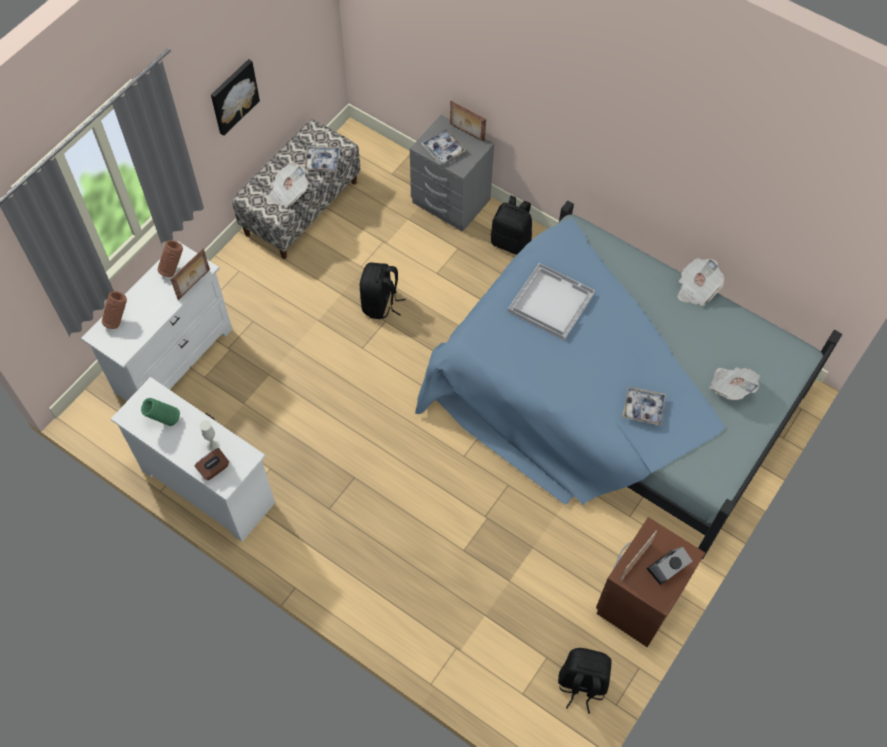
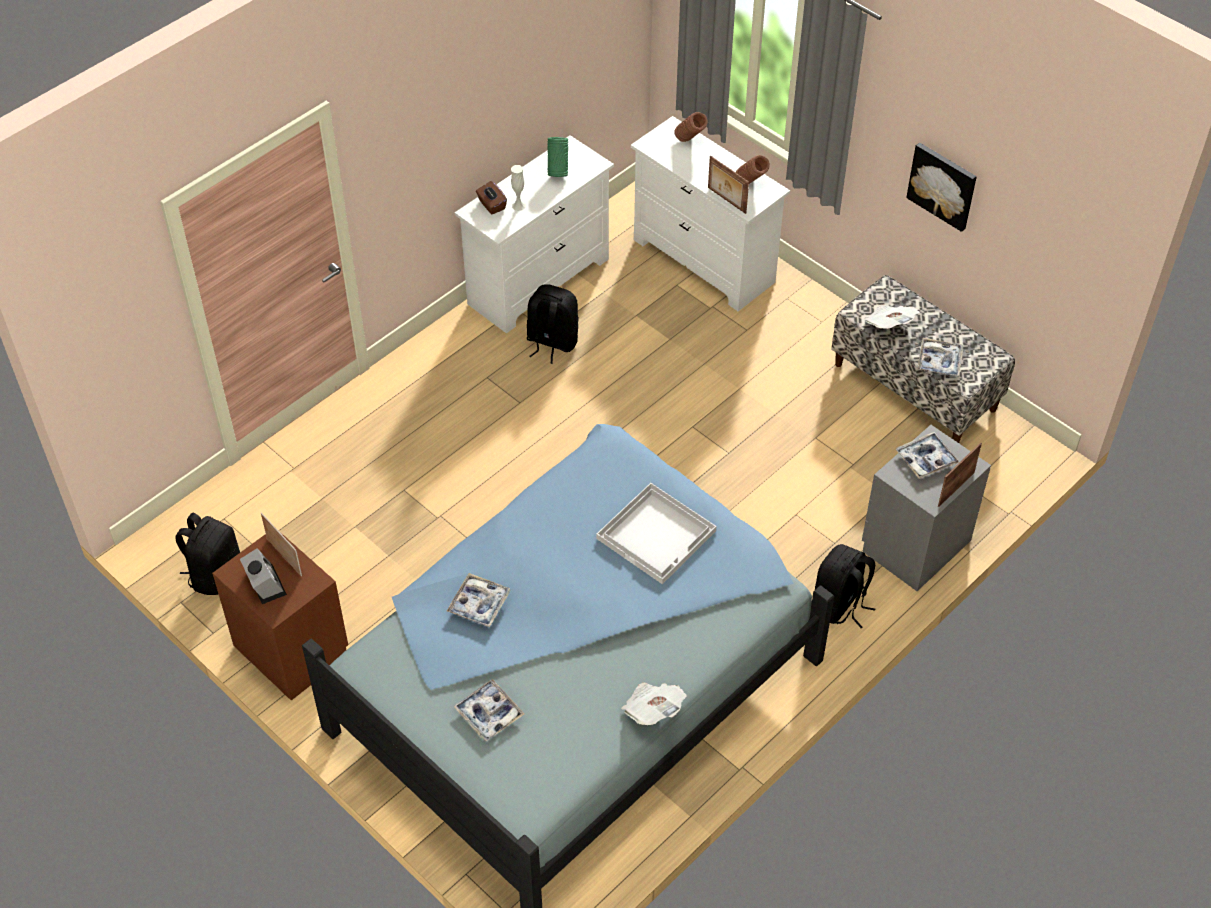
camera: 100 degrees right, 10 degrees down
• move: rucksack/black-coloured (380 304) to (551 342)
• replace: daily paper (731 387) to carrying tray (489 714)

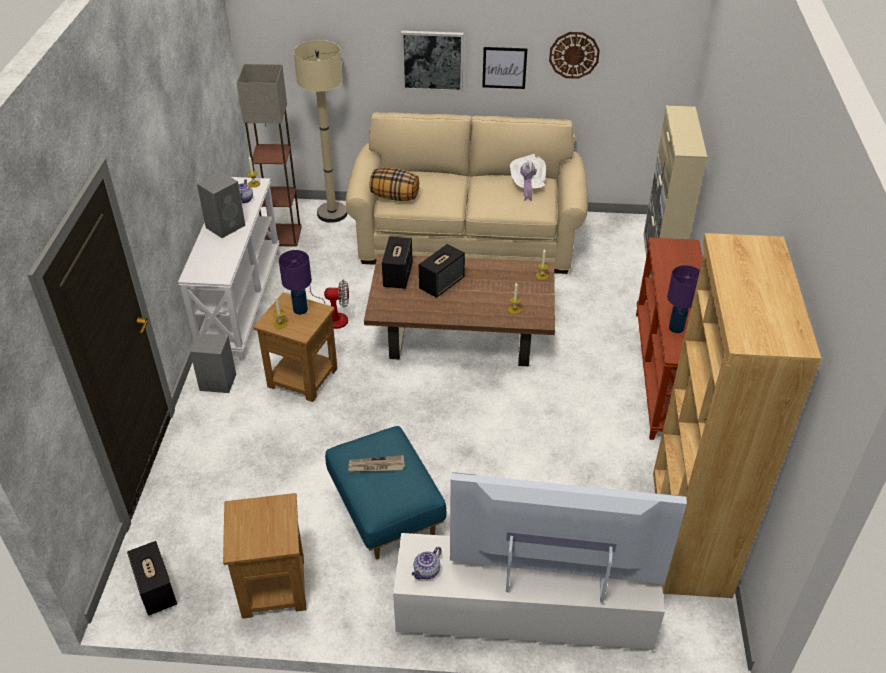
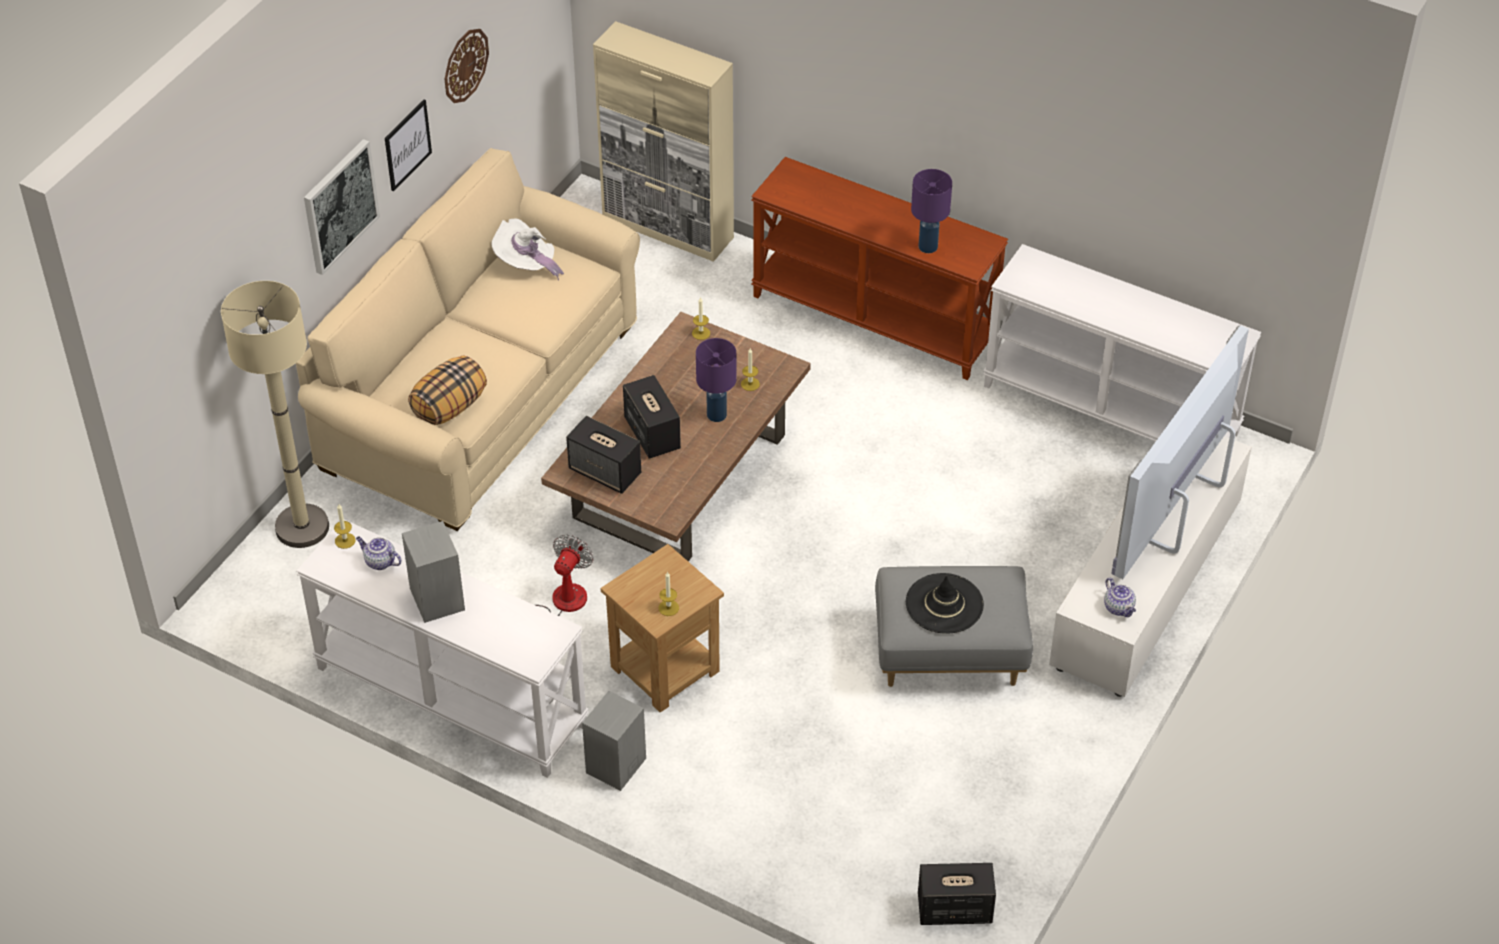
camera: 65 degrees left, 5 degrees up
• delete: end table/brown (273 586)
• delete: standard lamp (283 236)
• move: lamp for a table/purplish (300 310) to (717 415)
• recolor: footrest/blue-coloured (385 512) to footrest/greyish (948 655)
• replace: daily paper (376 466) to hat/black-coloured (944 604)
• replace: bookshelf/brown (689 532) to narrow table/white-coloured (1111 408)

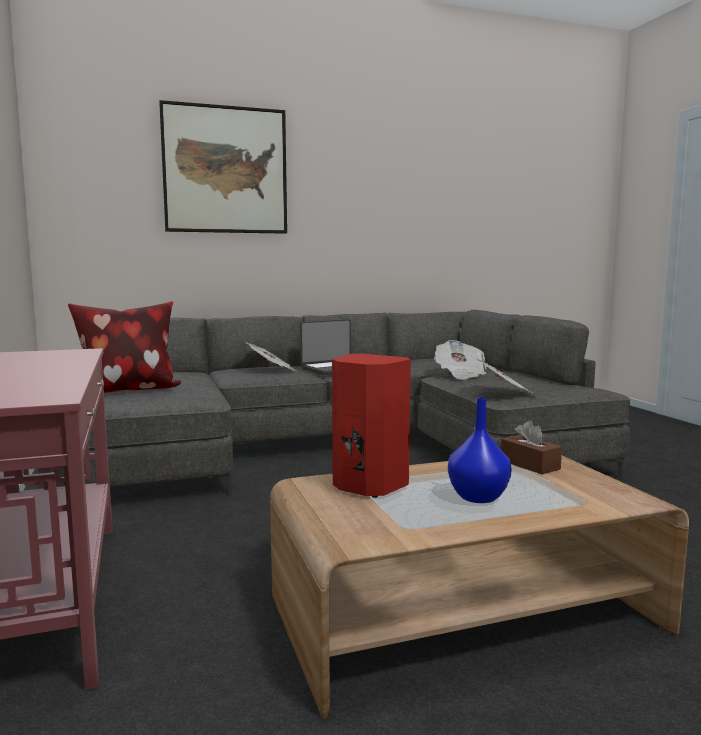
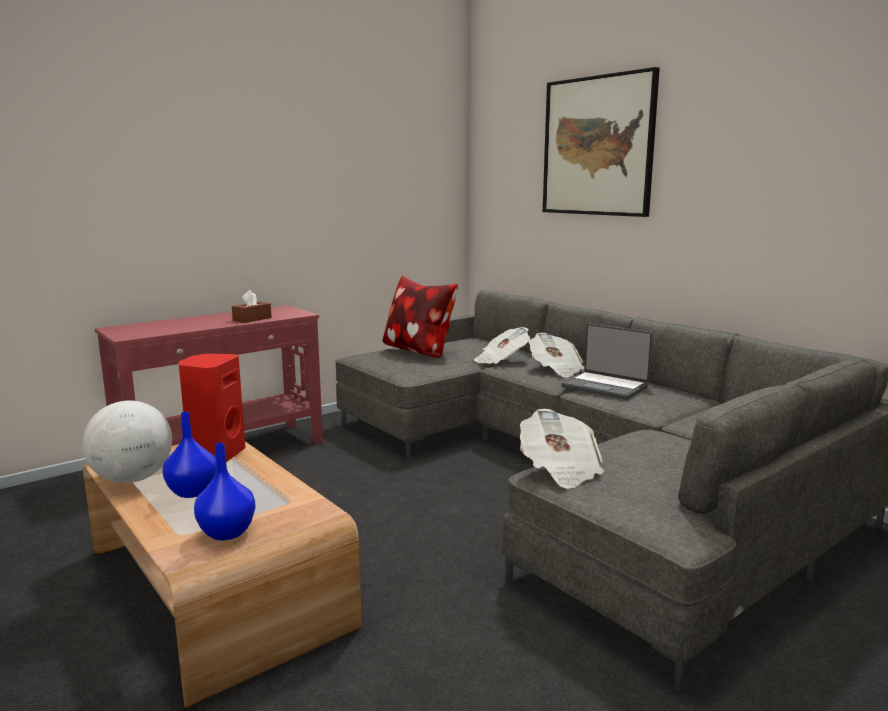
camera: 70 degrees right, 5 degrees up
• move: daily paper (460 374) to (501 360)
• move: box of tissues/brown (529 464) to (252 319)
• insert: desk globe (132 479)
• insert: vase/blue-coloured (226 533)

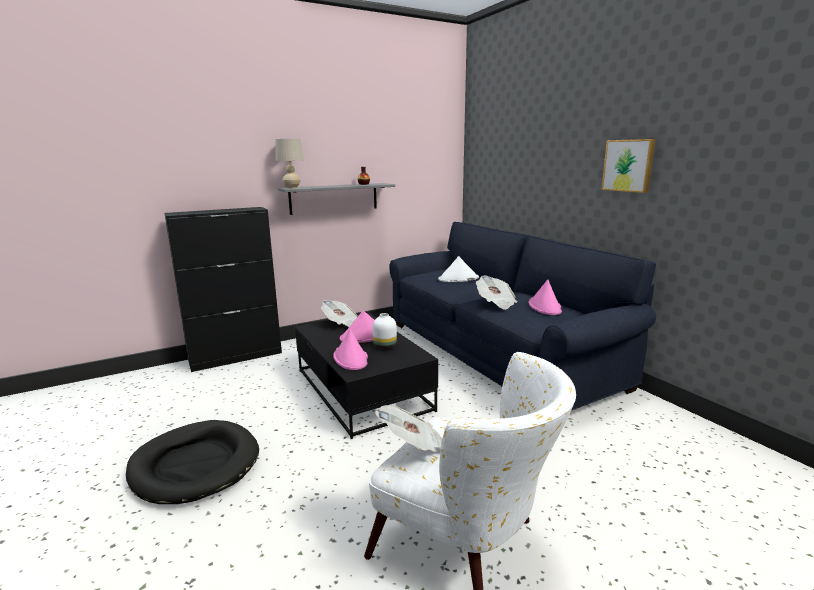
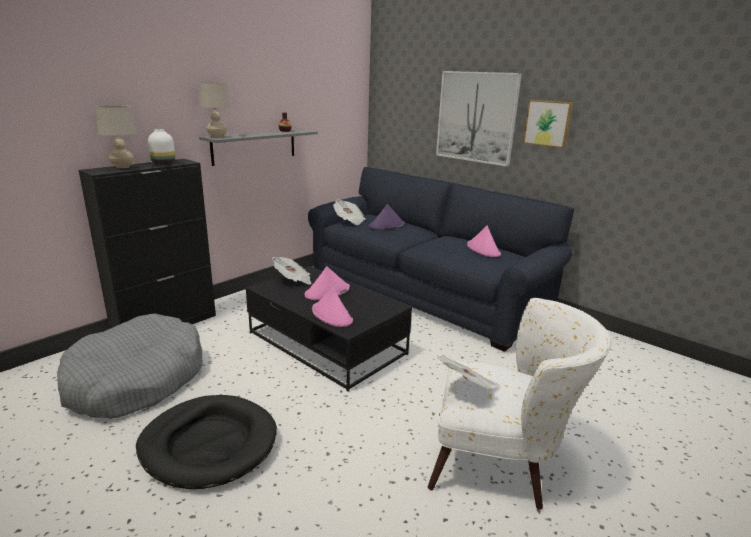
camera: 20 degrees left, 5 degrees up
• move: vase/white-coloured (384 346) to (163 163)
• recolor: hat/white-coloured (458 279) to hat/purplish (386 225)
• move: daily paper (496 303) to (349 221)
• insert: dog bed/greyish (136 380)
• insert: lamp for a table/sand-coloured (123 167)
• insert: wall picture (476 117)

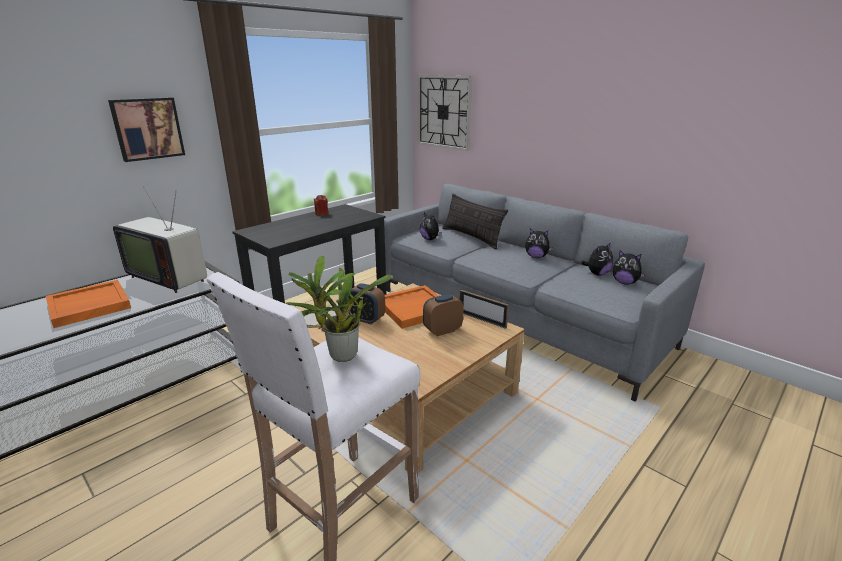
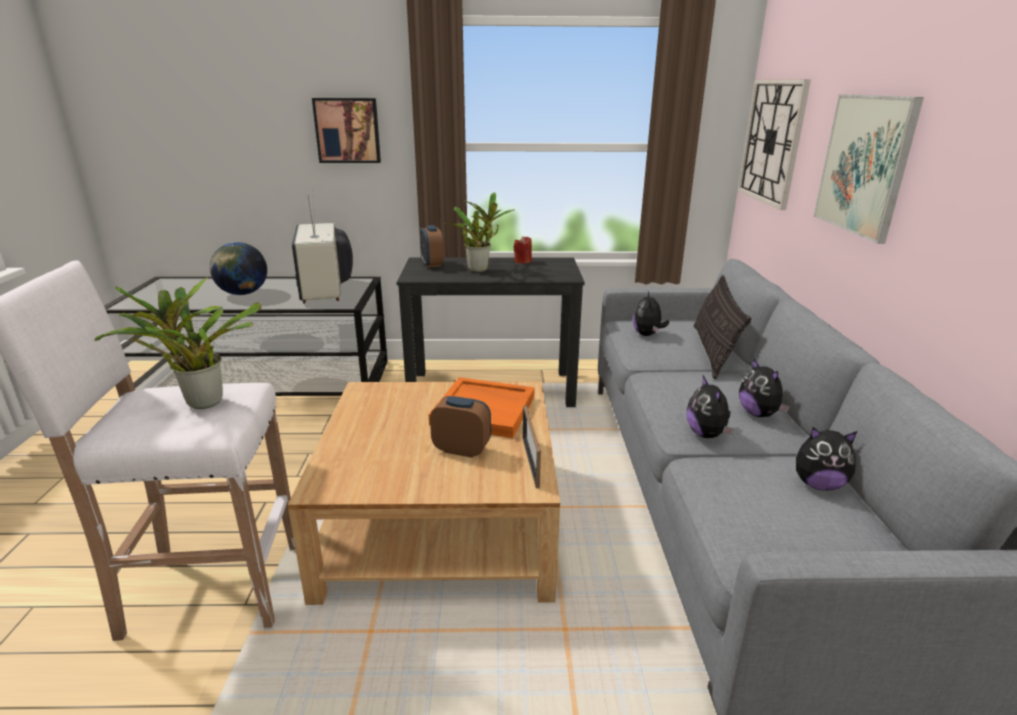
camera: 45 degrees right, 0 degrees up
• replace: carrying tray/orangey (88 306) to desk globe (243 293)
• move: bedside clock (366 319) to (432 264)
• move: cuddly toy (625 282) to (707 434)
• insert: houseplant (480 269)
• insert: wall picture (864 165)

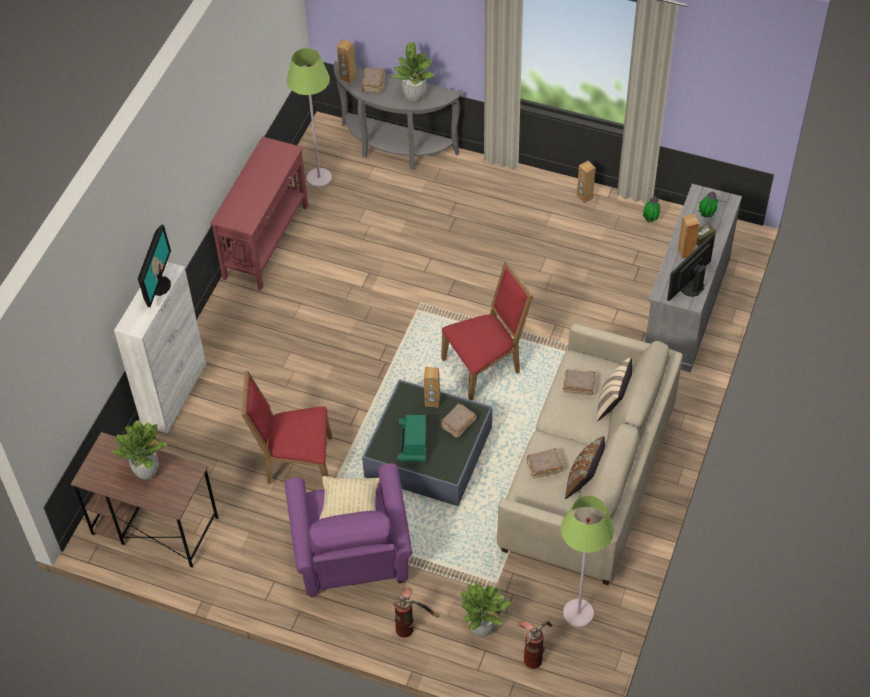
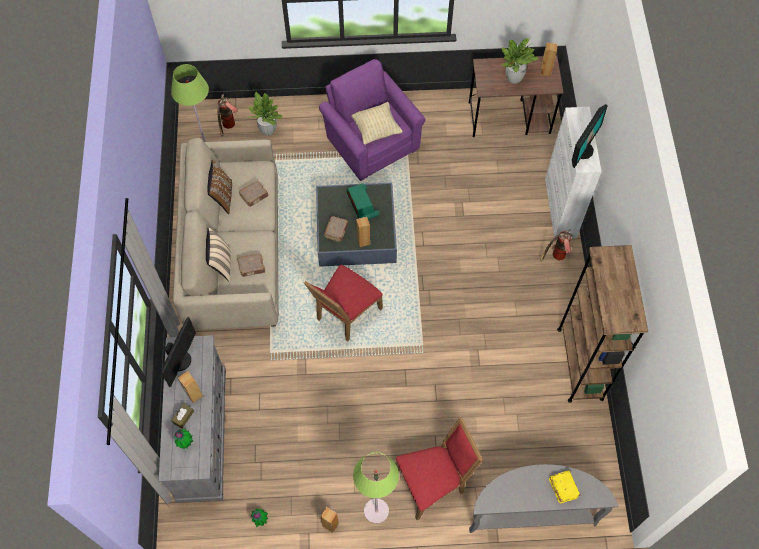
camera: 155 degrees right, 10 degrees up
• rotate: monitor (159 285) = (583 150) 135 degrees counterclockwise
• replace: narrow table/reddish (266 241) to bookshelf/brown (580 363)
• move: chair/reddish (295 462) to (433 483)
• move: standard lamp/green (319 178) to (376 511)
• move: audio speaker/brown (347 78) to (545 71)
• recolor: bound book/brown (372 85) to bound book/yellowish (563 487)
• move: extinguisher (411 626) to (555 258)
• delete: houseplant (414 97)

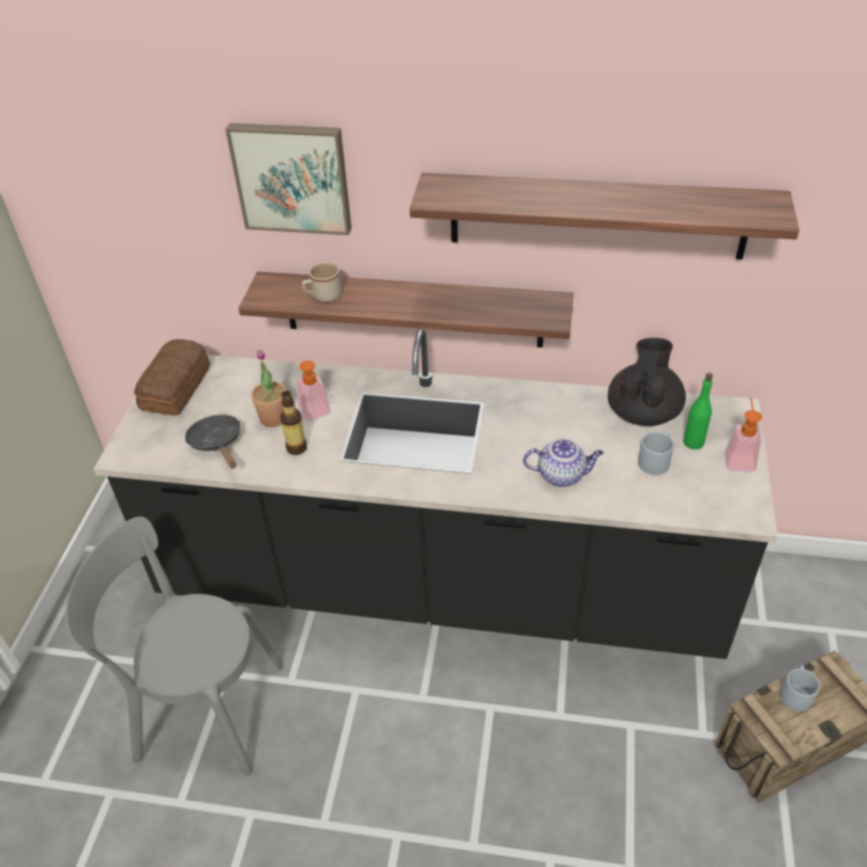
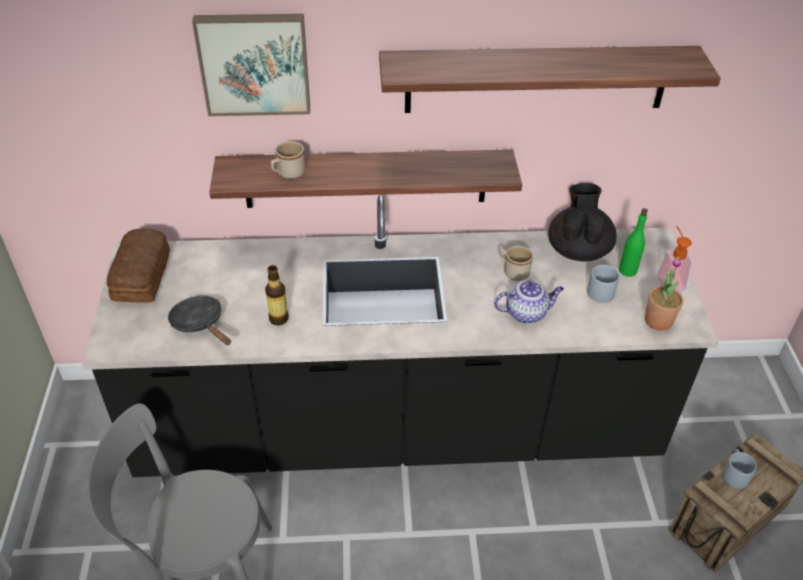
camera: 15 degrees left, 0 degrees up
• move: houseplant (274 417) to (658 321)
• delete: soap bottle (317 414)
• insert: coffee mug/sand-coloured (513 272)

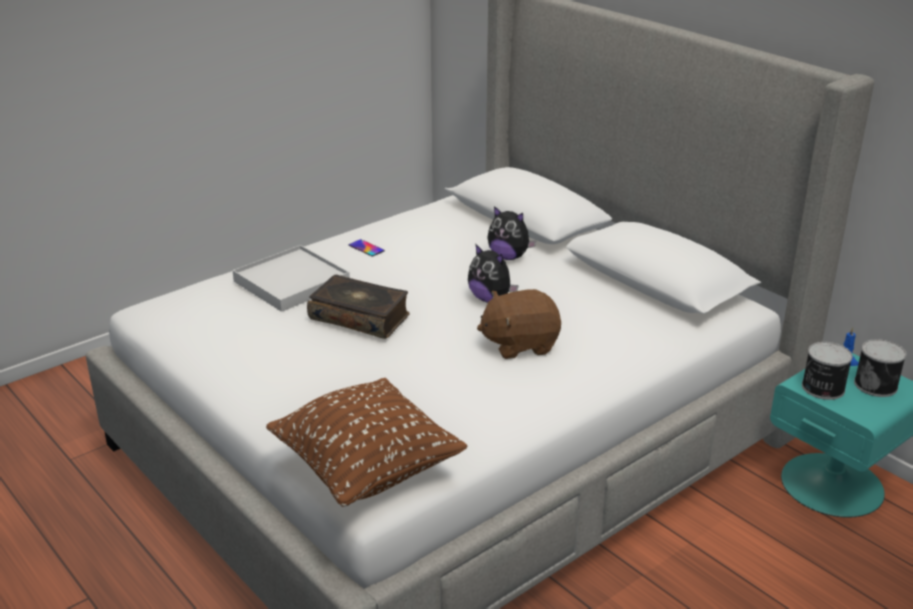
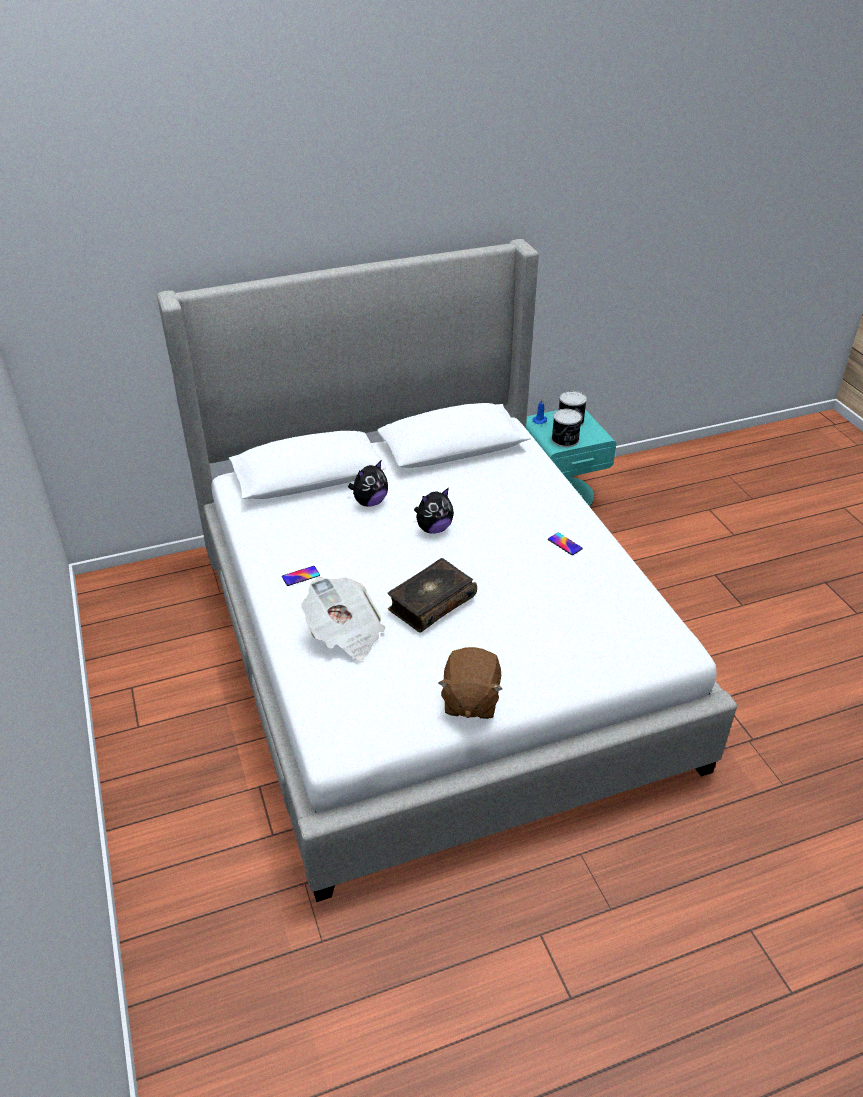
camera: 70 degrees left, 10 degrees up
• replace: carrying tray/white-coloured (291 282) to daily paper (345 633)
• delete: throw pillow/brown (367 470)
• move: cuddly toy/brown (519 344) to (470 700)
• insert: handset (565 544)

